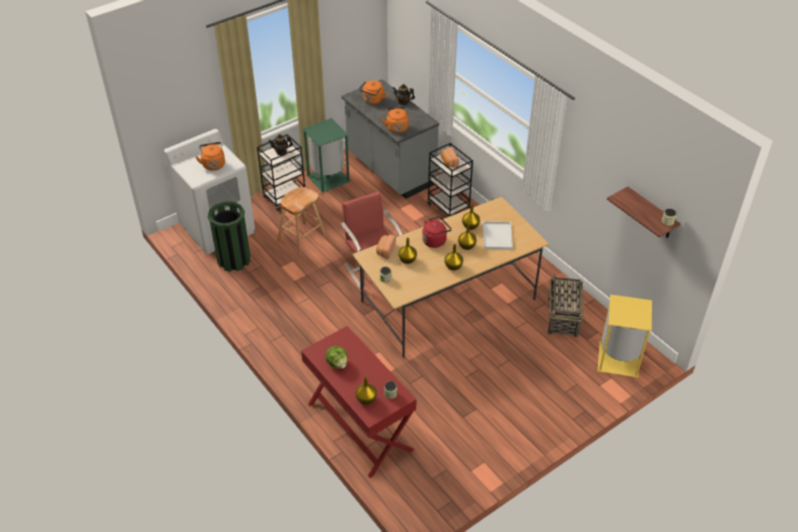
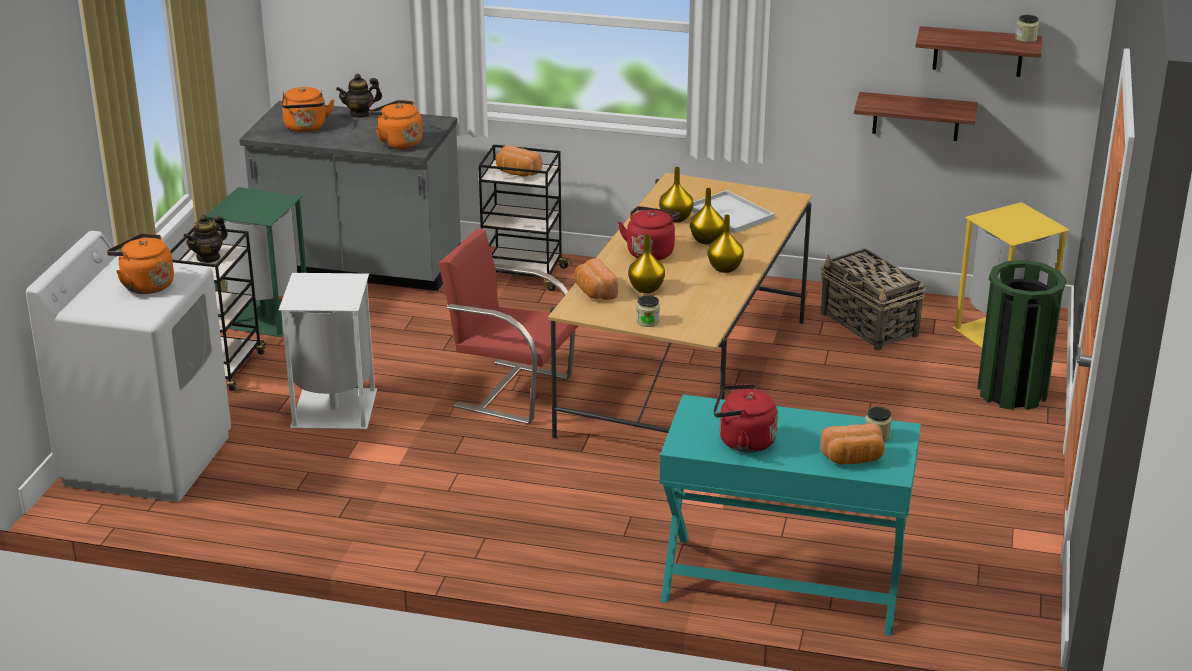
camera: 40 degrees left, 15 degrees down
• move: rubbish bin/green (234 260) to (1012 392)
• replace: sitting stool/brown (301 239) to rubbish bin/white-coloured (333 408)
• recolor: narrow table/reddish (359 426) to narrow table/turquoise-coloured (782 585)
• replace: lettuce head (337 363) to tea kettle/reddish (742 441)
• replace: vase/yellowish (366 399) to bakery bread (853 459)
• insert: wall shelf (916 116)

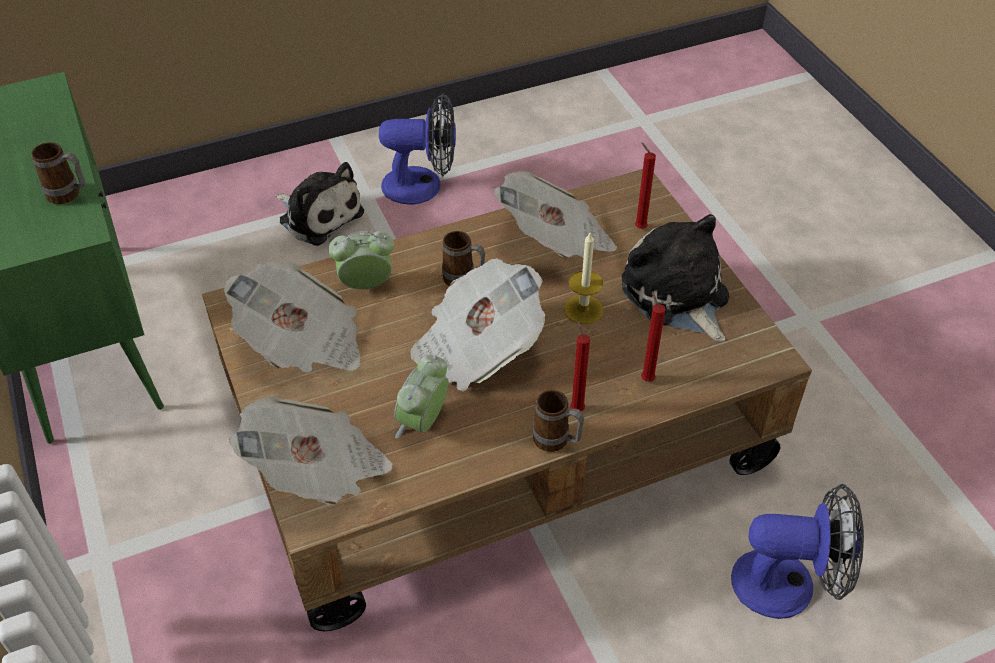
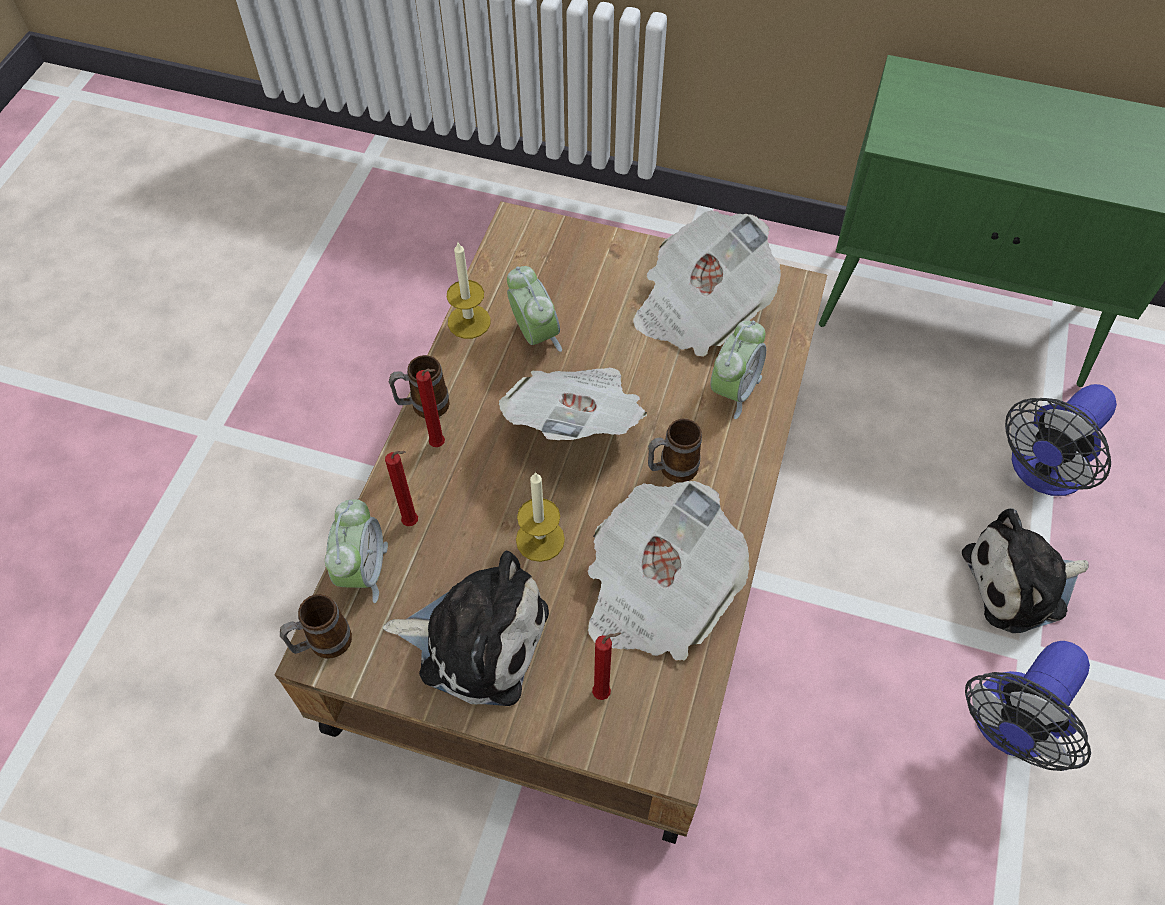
camera: 130 degrees right, 10 degrees up
• move: coffee mug (69 195) to (322 644)
• delete: daily paper (319 471)
• move: fan (788 584) to (1041 472)
• insert: bedside clock (363 570)
• insert: candle (469 321)

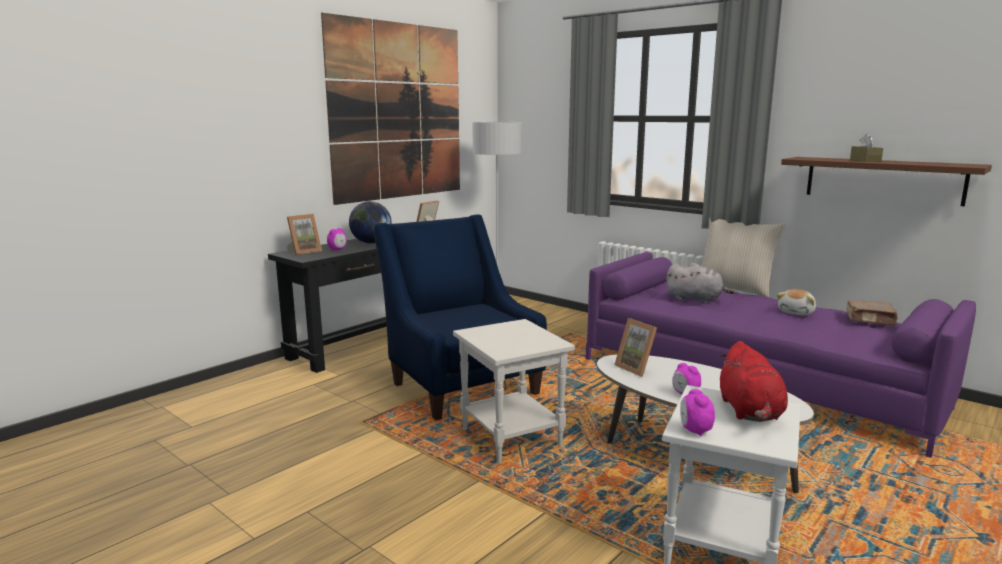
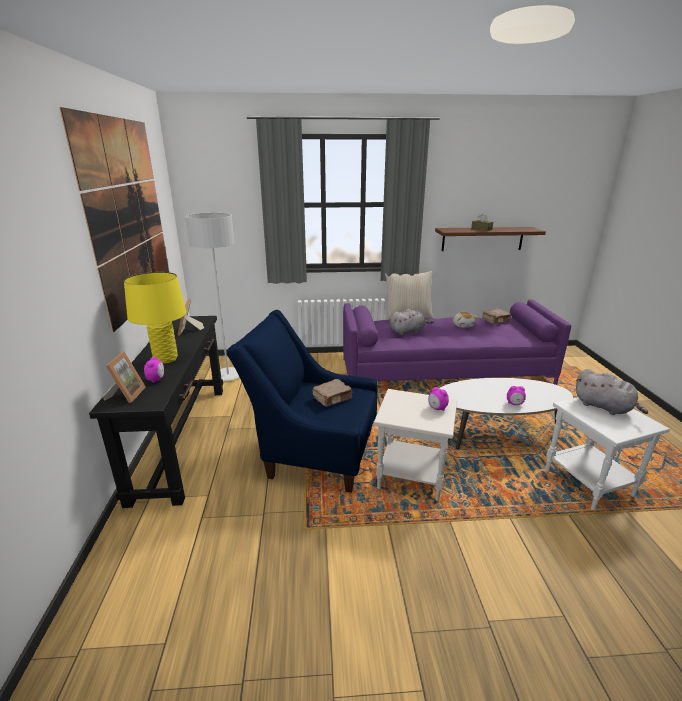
camera: 45 degrees left, 10 degrees up
• replace: desk globe (371 242) to lamp for a table/yellowish (165 359)
• delete: picture frame (637 368)
• move: bedside clock (695 431) to (437 408)
• recolor: cuddly toy/reddish (750 412) to cuddly toy/greyish (604 407)
• insert: bound book/brown (333 398)

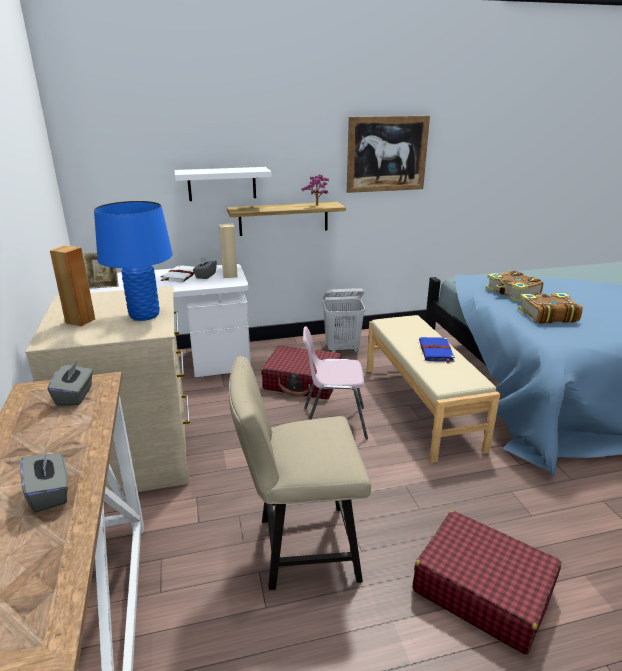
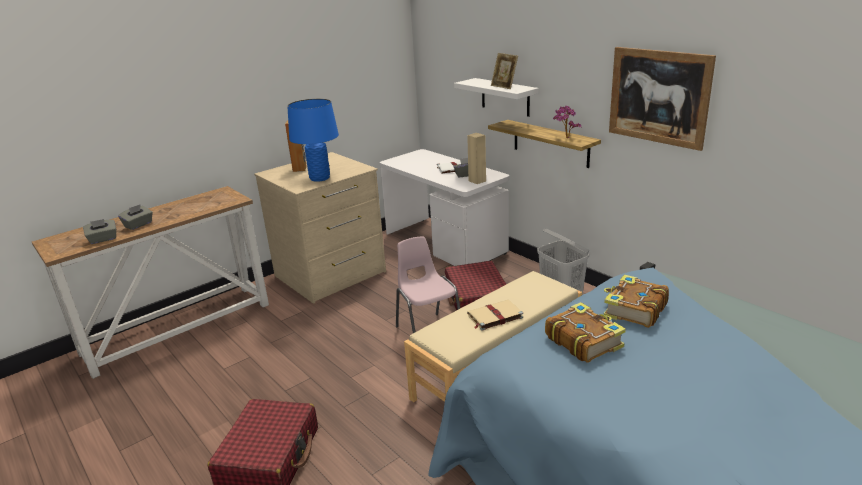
camera: 65 degrees right, 0 degrees up
• move: box of tissues/greyish (75 396) to (103 239)
• move: picture frame (104 286) to (504 86)
• delete: chair/sand-coloured (299 548)
• recolor: bound book/blue-coloured (436 351) to bound book/sand-coloured (494 316)

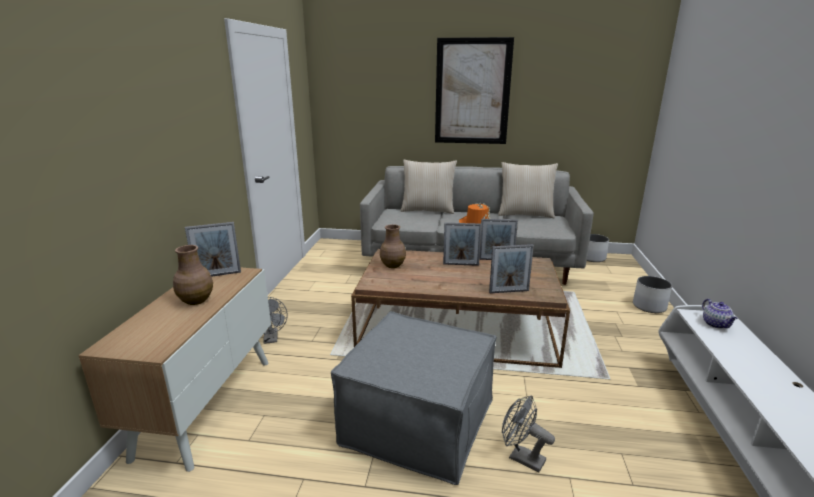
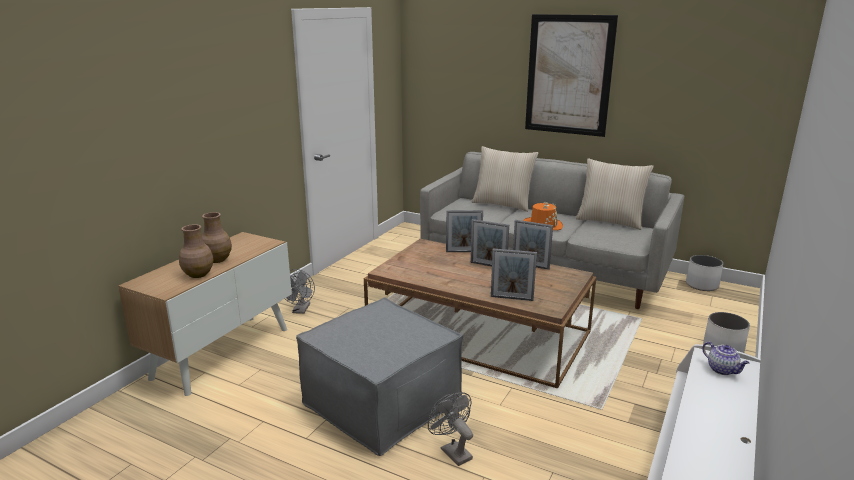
camera: 20 degrees right, 0 degrees up
• move: picture frame (218 275) to (463 251)
• move: vase/brown (392 265) to (197 274)
• rotate: teapot (716 324) = (723 370) 45 degrees counterclockwise

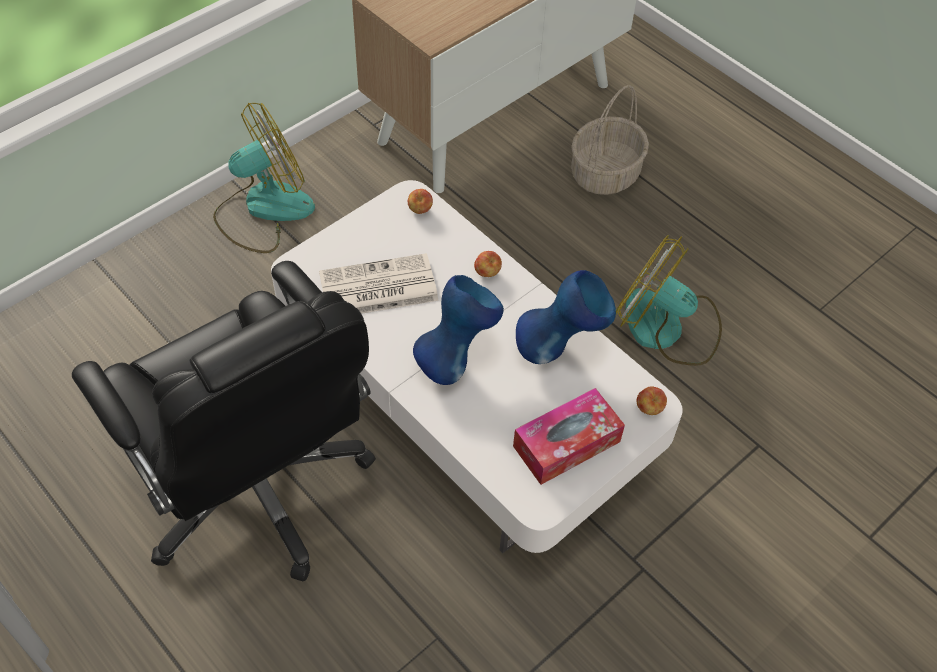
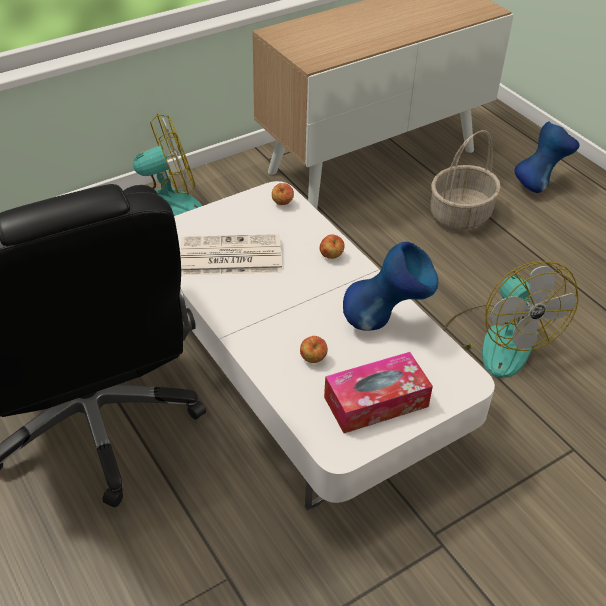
camera: 10 degrees right, 10 degrees down
• move: vase/blue-coloured (457 358) to (539 184)
• rotate: fan (666 329) = (497 340) 150 degrees counterclockwise
• move: apple fruit (649 408) to (313 359)

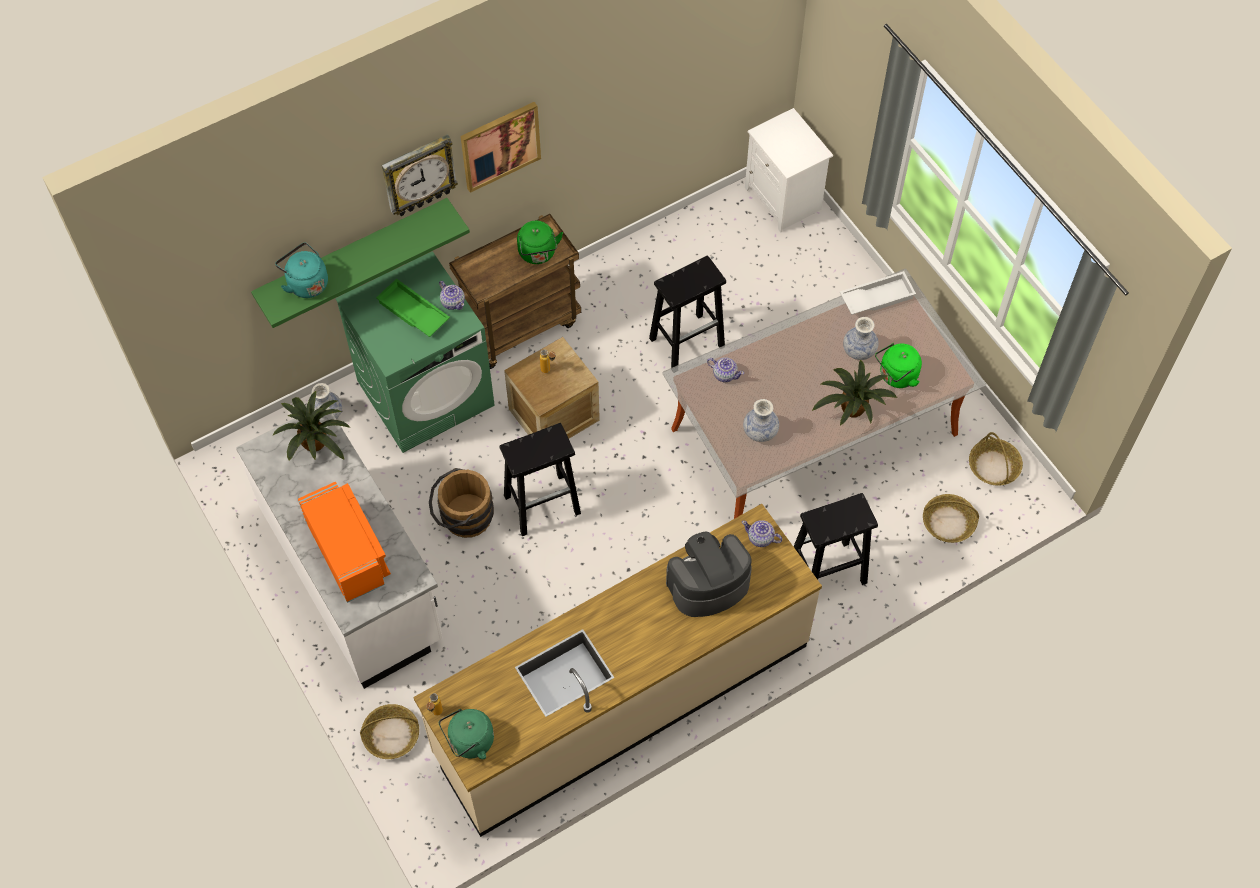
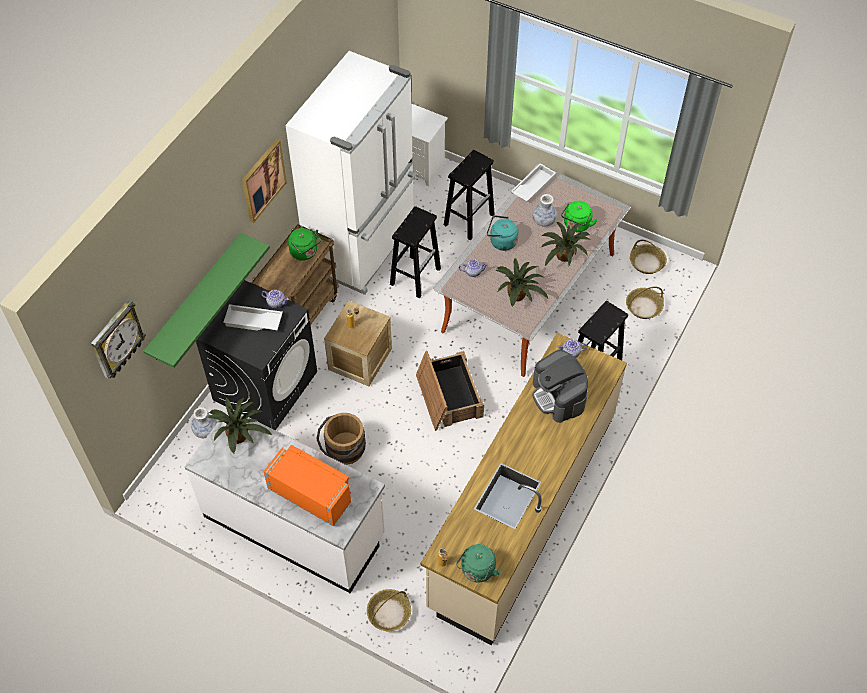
camera: 30 degrees left, 5 degrees down
• move: tea kettle/turquoise-coloured (306 283) to (501 242)
• recolor: laundry appliance/green (426 392) to laundry appliance/black-coloured (265 385)
• recolor: carrying tray/green (412 313) to carrying tray/white-coloured (253 322)
• move: wall clock (418 175) to (116 340)
• move: sitting stool/black-coloured (543 504) to (469 219)
• rotate: coffee brewer (707 584) = (558 396) 60 degrees counterclockwise
• replace: vase (760 431) to houseplant (518 295)
• insert: refrigerator/white-coloured (364 247)
• insert: crate (448 396)

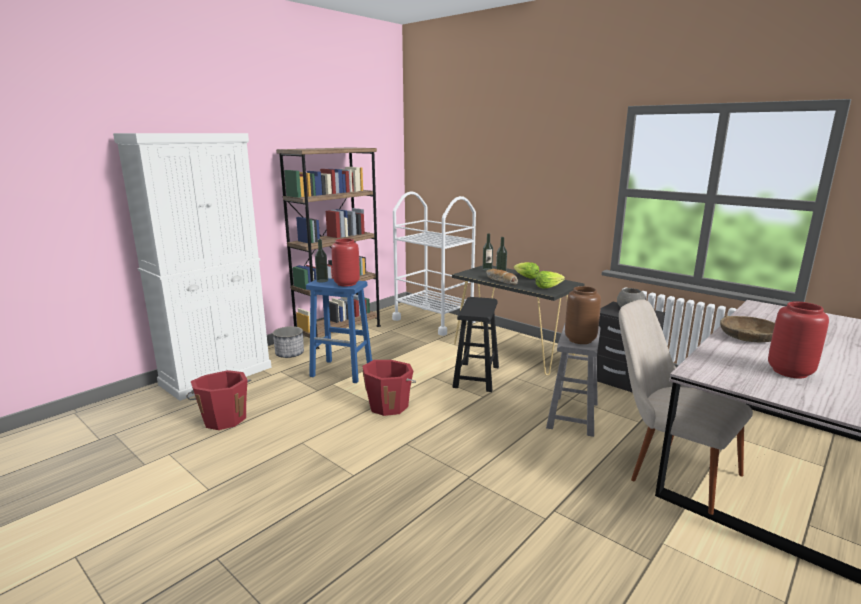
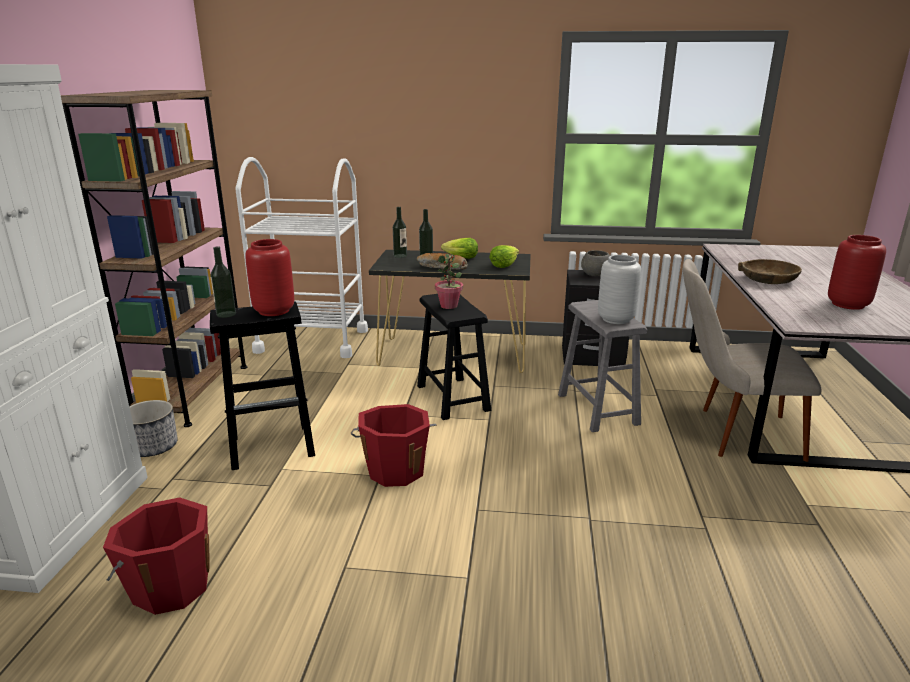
camera: 35 degrees left, 5 degrees up
• recolor: sitting stool/blue-coloured (342 371) to sitting stool/black-coloured (273 446)
• recolor: vase/brown (580 340) to vase/greyish (616 319)
• insert: houseplant (449 306)

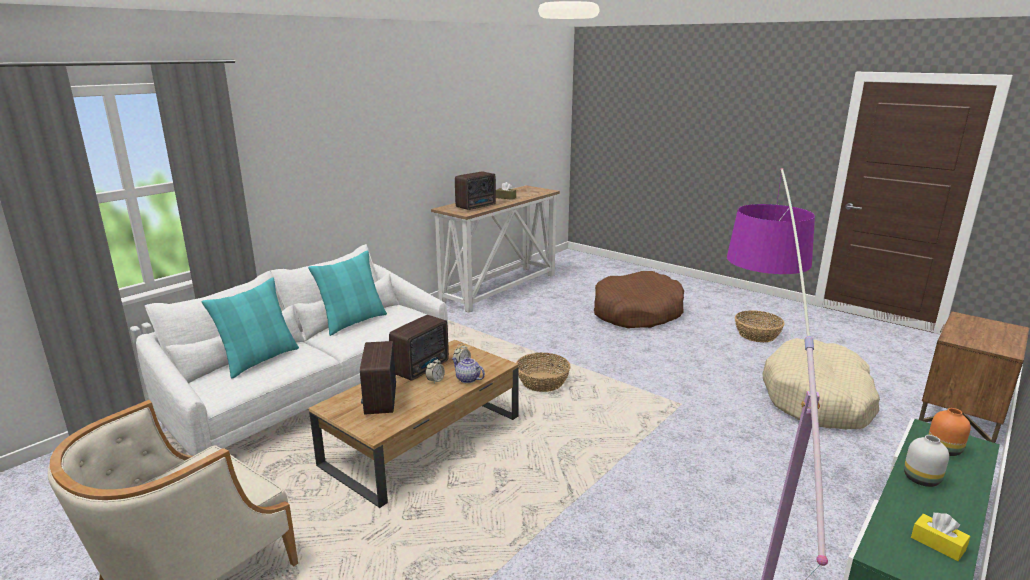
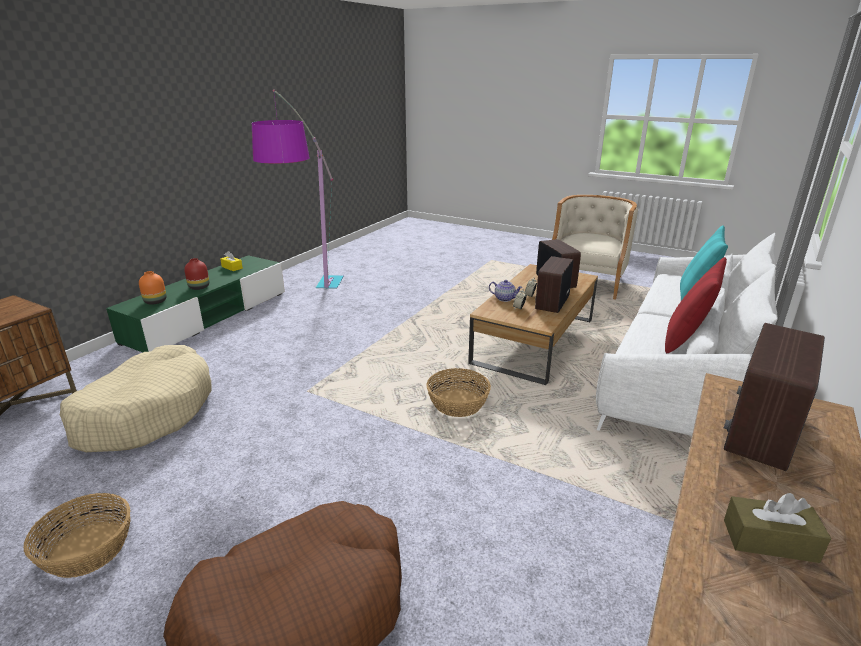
camera: 170 degrees right, 5 degrees up
• recolor: throw pillow/turquoise-coloured (353 322) to throw pillow/reddish (686 339)
• recolor: vase/white-coloured (922 480) to vase/reddish (199 287)

